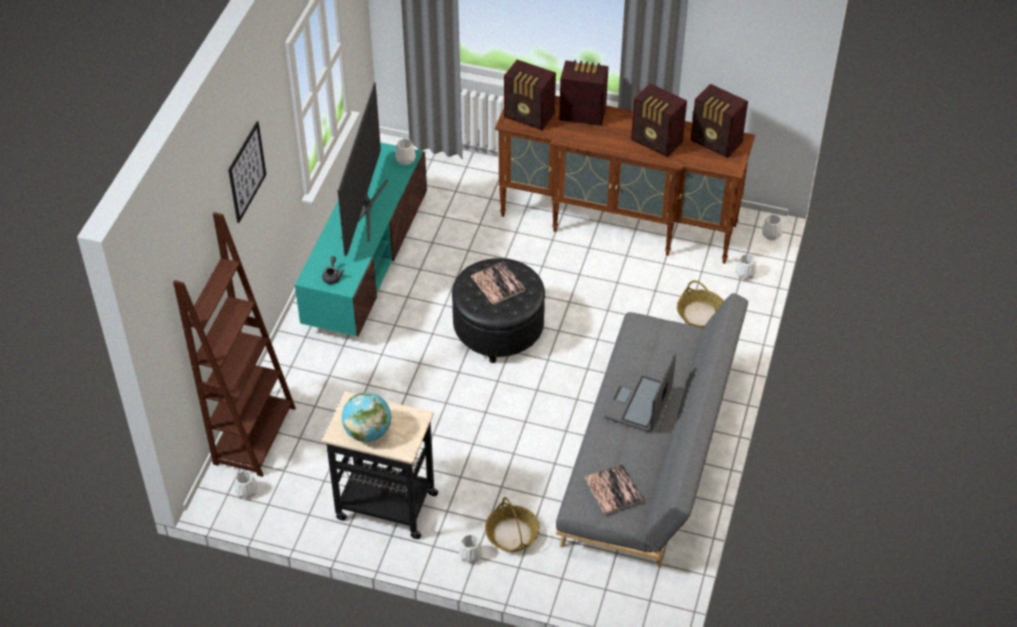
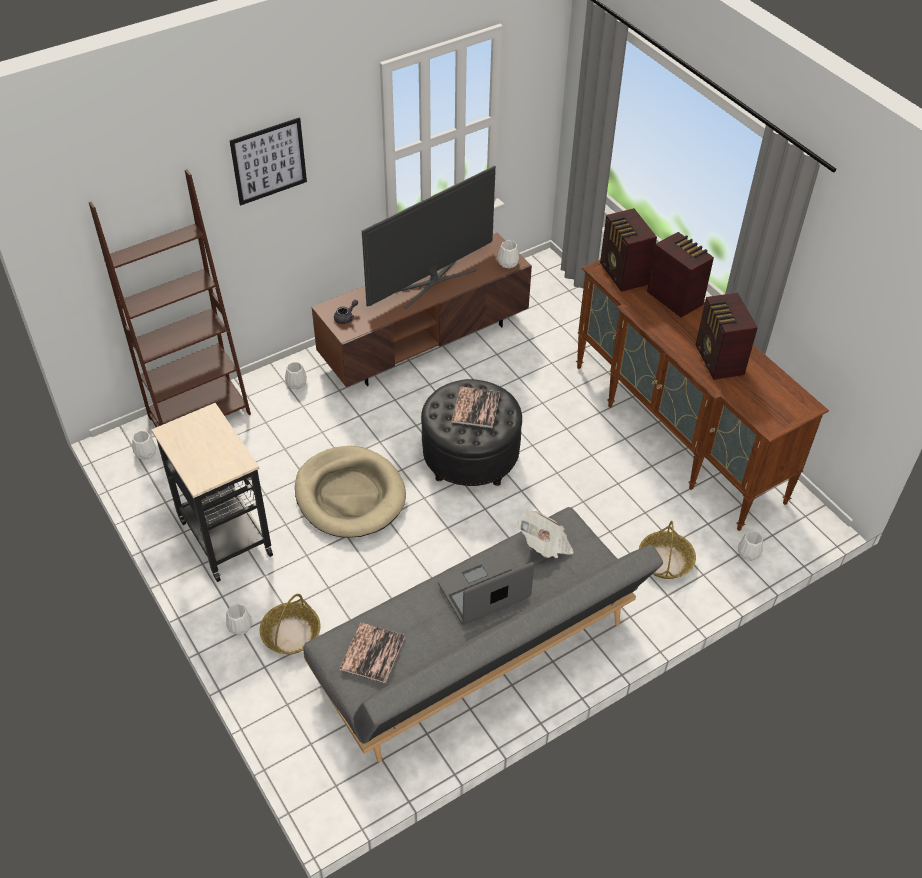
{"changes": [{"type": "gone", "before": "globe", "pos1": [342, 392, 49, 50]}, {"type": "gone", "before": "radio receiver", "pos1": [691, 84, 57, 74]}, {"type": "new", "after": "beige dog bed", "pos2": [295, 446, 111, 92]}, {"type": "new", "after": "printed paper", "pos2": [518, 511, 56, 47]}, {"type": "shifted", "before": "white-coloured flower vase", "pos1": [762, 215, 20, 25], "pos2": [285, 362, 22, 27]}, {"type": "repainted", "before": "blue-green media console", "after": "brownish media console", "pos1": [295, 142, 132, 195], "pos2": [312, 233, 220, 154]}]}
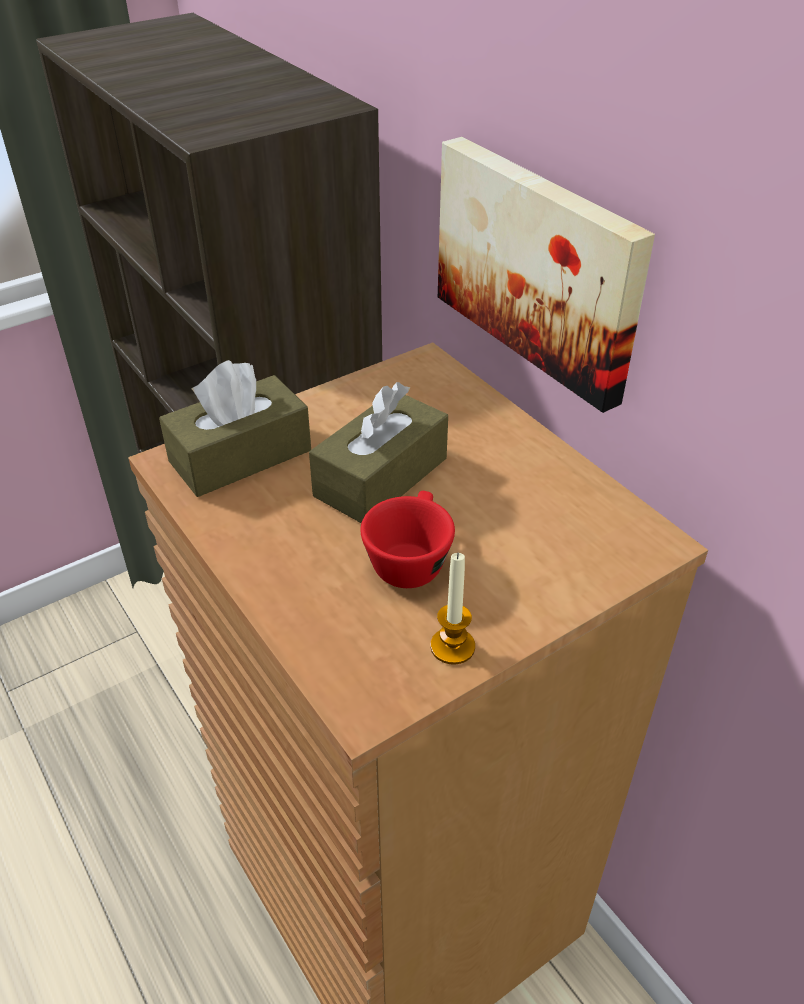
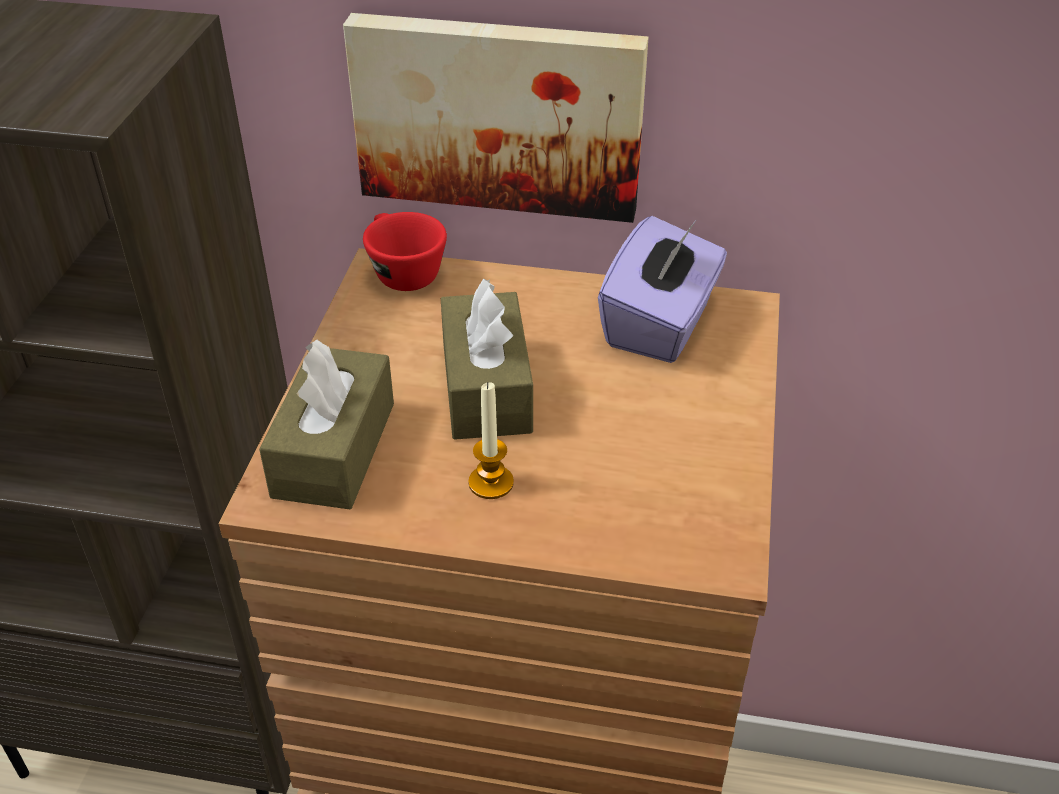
{"changes": [{"type": "new", "after": "purplish tissue box", "pos2": [598, 216, 129, 147]}, {"type": "shifted", "before": "red small cup", "pos1": [360, 491, 95, 97], "pos2": [363, 212, 84, 79]}, {"type": "shifted", "before": "candle", "pos1": [430, 553, 45, 112], "pos2": [468, 382, 46, 117]}]}
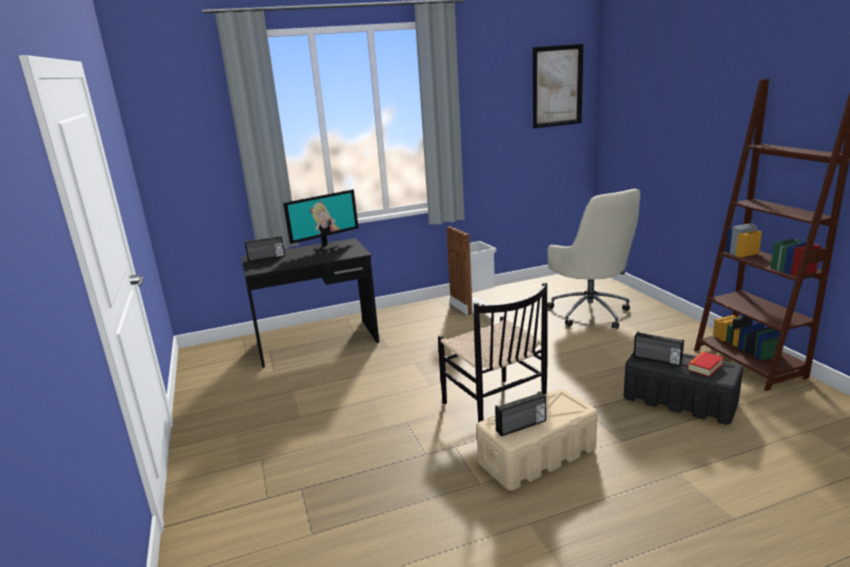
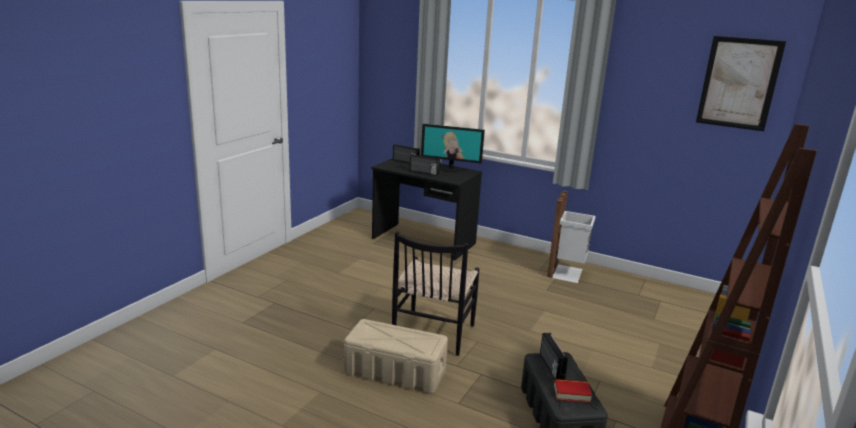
{"changes": [{"type": "gone", "before": "beige desk chair", "pos1": [547, 189, 93, 140]}, {"type": "shifted", "before": "radio receiver", "pos1": [495, 391, 51, 45], "pos2": [410, 154, 30, 22]}]}
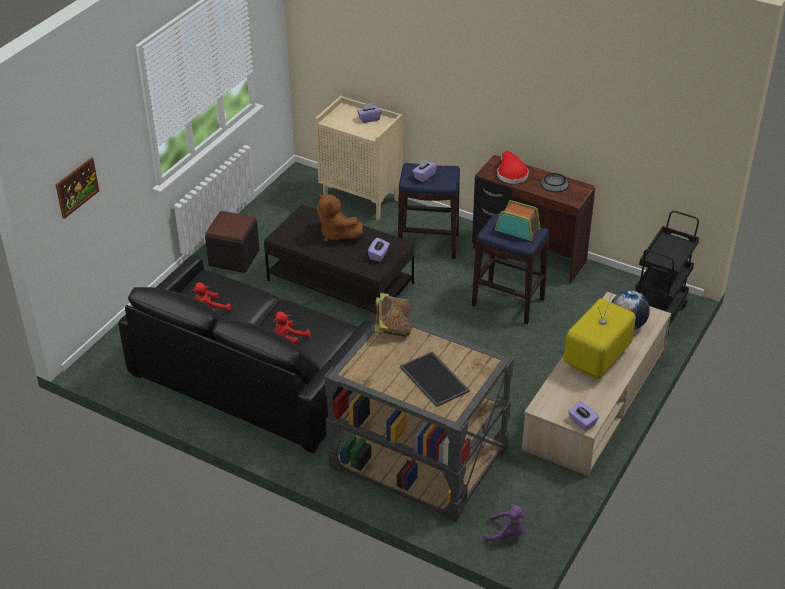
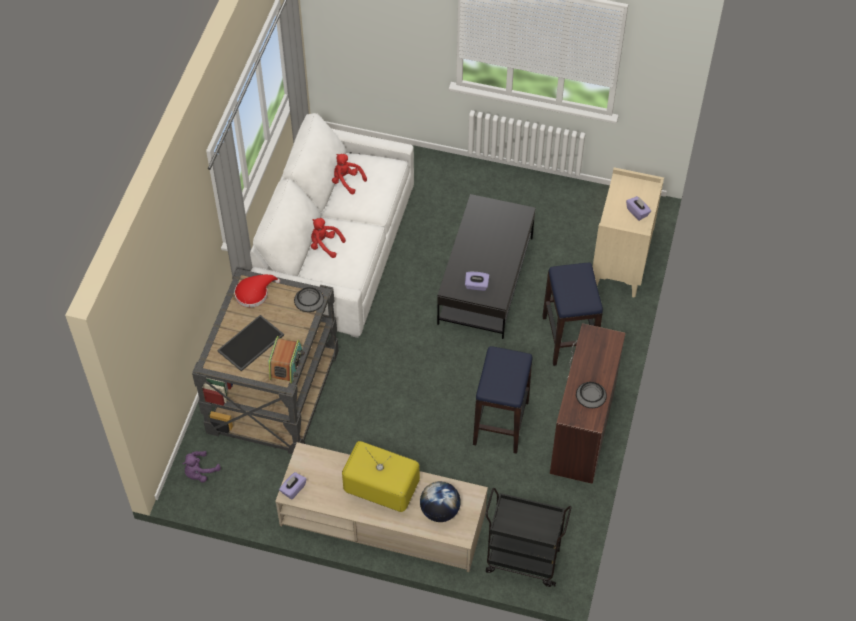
{"changes": [{"type": "gone", "before": "wall art", "pos1": [56, 157, 43, 62]}, {"type": "gone", "before": "black-coloured pouffe", "pos1": [205, 211, 55, 62]}, {"type": "gone", "before": "brownish plush toy", "pos1": [317, 193, 46, 49]}, {"type": "gone", "before": "purplish tissue box", "pos1": [412, 159, 25, 23]}, {"type": "shifted", "before": "radio receiver", "pos1": [495, 200, 46, 41], "pos2": [268, 336, 37, 48]}, {"type": "shifted", "before": "red hat", "pos1": [497, 151, 31, 33], "pos2": [234, 274, 46, 34]}, {"type": "swapped", "before": "bound book", "after": "serving bowl", "pos1": [375, 293, 36, 44], "pos2": [294, 287, 30, 25]}, {"type": "repainted", "before": "black-coloured sofa", "after": "white-coloured sofa", "pos1": [118, 255, 255, 199], "pos2": [250, 113, 164, 225]}, {"type": "rotated", "before": "purplish plush toy", "pos1": [484, 505, 41, 37], "pos2": [183, 451, 38, 32], "turn": 45}]}
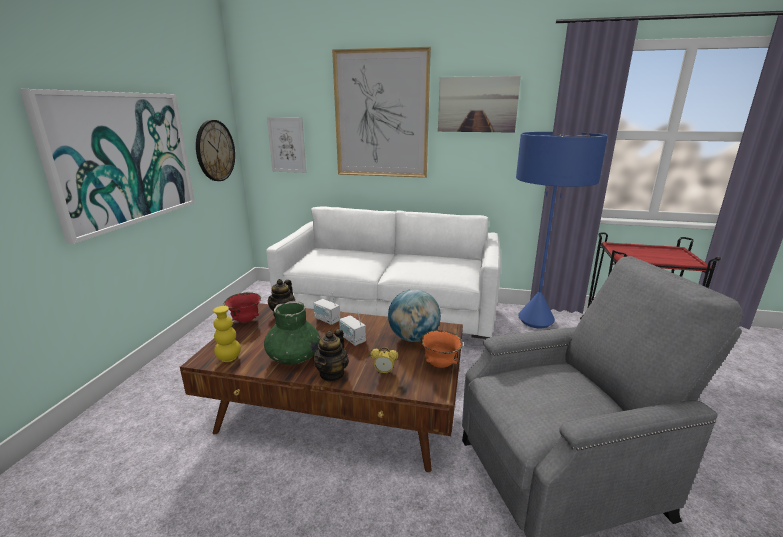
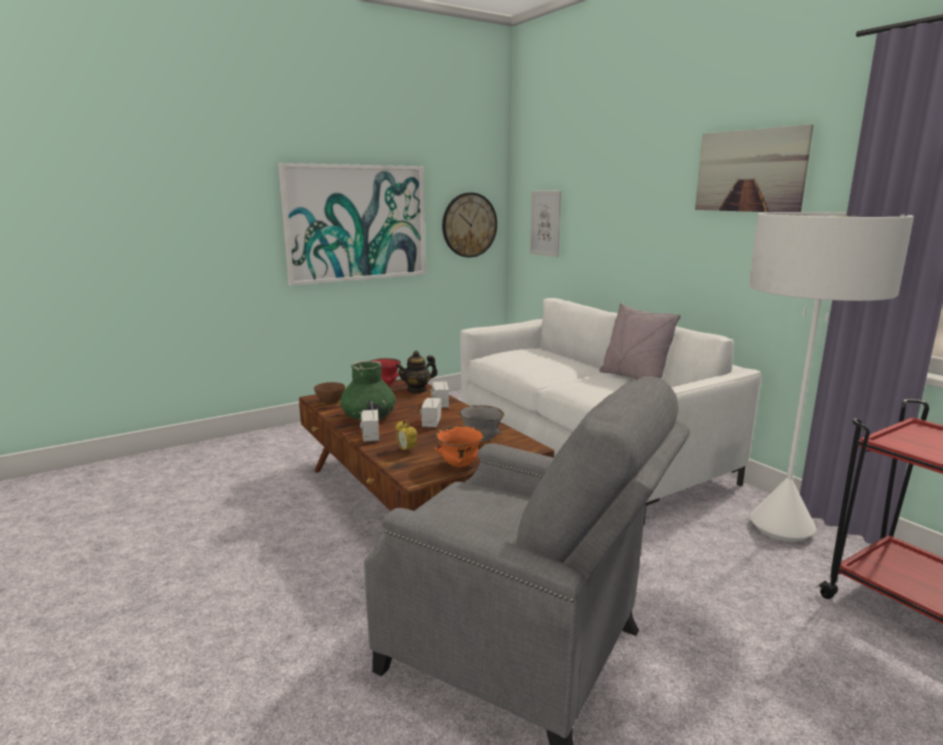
{"changes": [{"type": "gone", "before": "wall art", "pos1": [332, 47, 99, 131]}, {"type": "new", "after": "purplish throw pillow", "pos2": [599, 303, 82, 77]}, {"type": "swapped", "before": "yellow flower vase", "after": "brownish serving bowl", "pos1": [213, 306, 28, 56], "pos2": [314, 382, 31, 22]}, {"type": "swapped", "before": "teapot", "after": "radio receiver", "pos1": [313, 329, 36, 53], "pos2": [360, 401, 19, 41]}, {"type": "swapped", "before": "globe", "after": "gray serving bowl", "pos1": [388, 289, 53, 53], "pos2": [459, 405, 45, 37]}, {"type": "repainted", "before": "blue-coloured standing lamp", "after": "white-coloured standing lamp", "pos1": [516, 132, 92, 196], "pos2": [749, 212, 165, 330]}]}
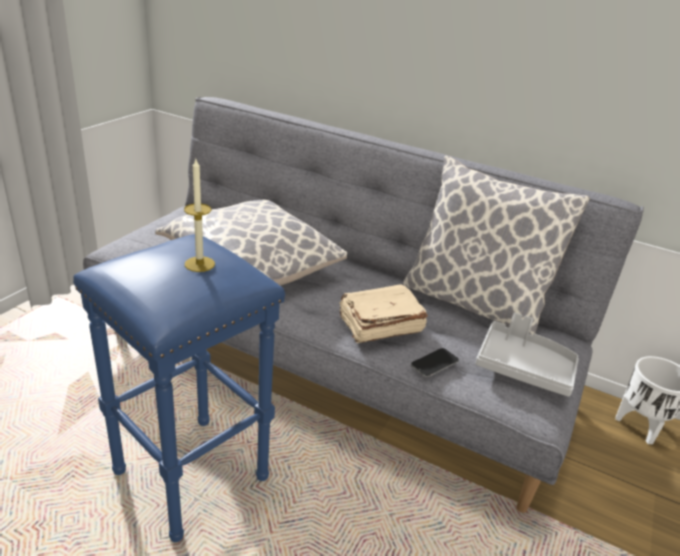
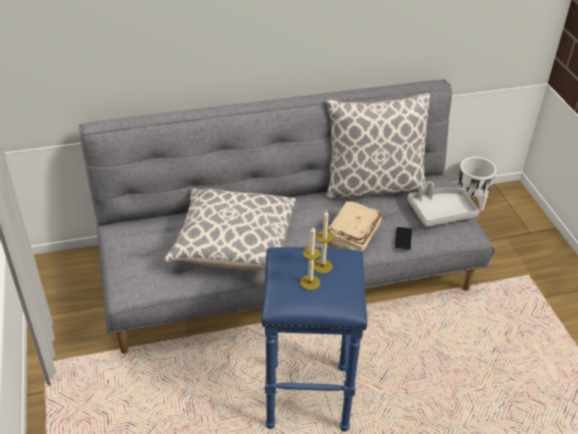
{"changes": [{"type": "new", "after": "candle", "pos2": [300, 227, 21, 63]}]}
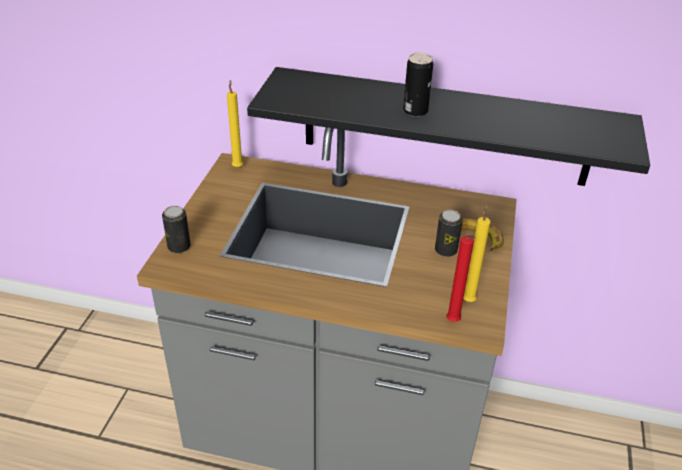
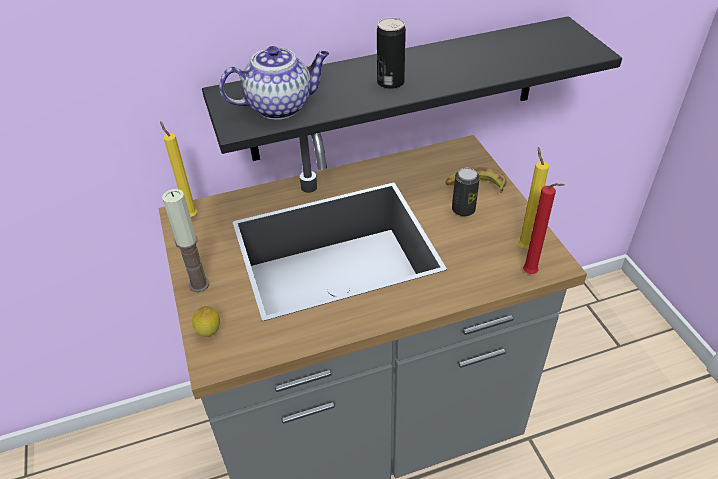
{"changes": [{"type": "new", "after": "candle", "pos2": [162, 189, 47, 103]}, {"type": "new", "after": "teapot", "pos2": [219, 46, 110, 74]}, {"type": "swapped", "before": "metal can", "after": "lemon", "pos1": [162, 206, 29, 47], "pos2": [192, 306, 28, 31]}]}
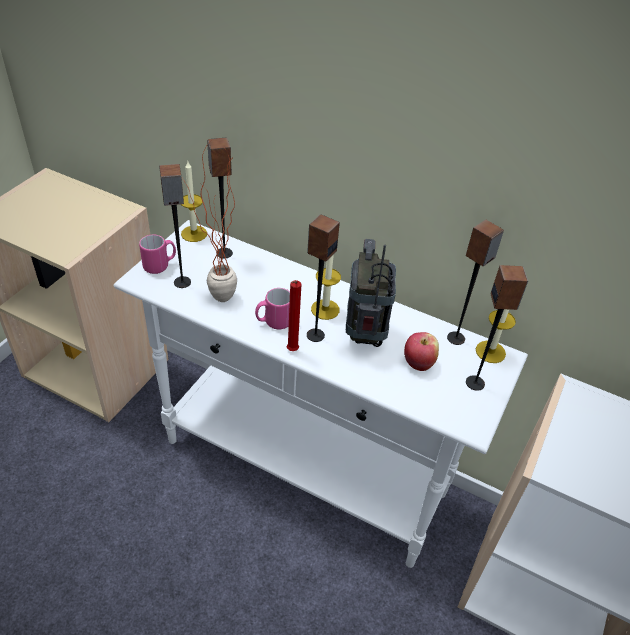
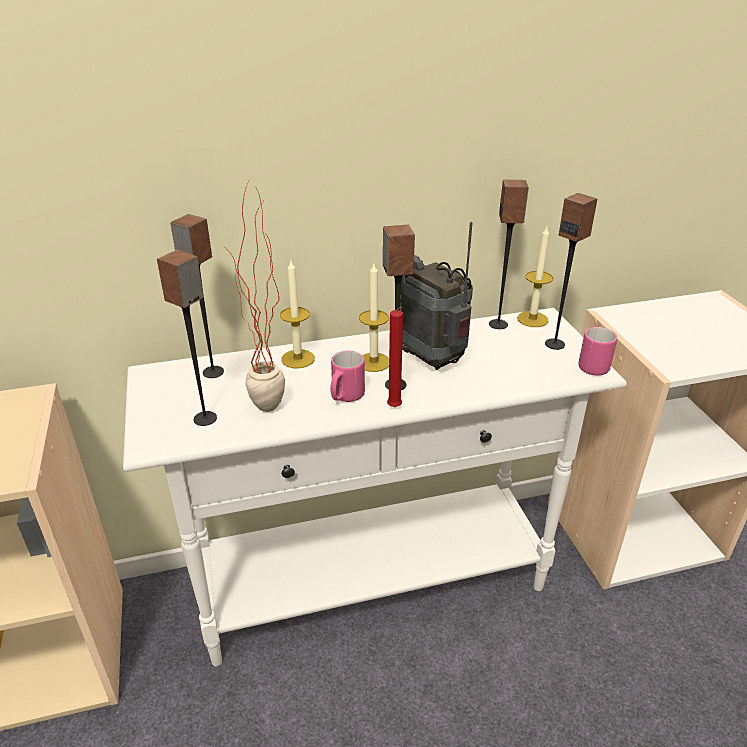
{"changes": [{"type": "gone", "before": "apple", "pos1": [404, 332, 35, 39]}, {"type": "shifted", "before": "pink-coloured mug", "pos1": [139, 235, 37, 39], "pos2": [578, 327, 39, 49]}, {"type": "shifted", "before": "candle", "pos1": [181, 162, 26, 80], "pos2": [280, 261, 35, 107]}]}
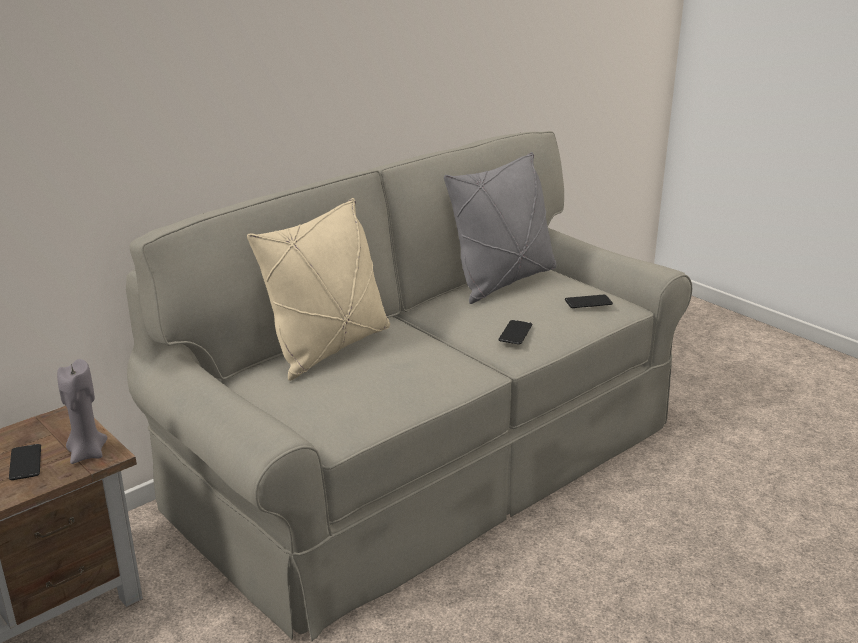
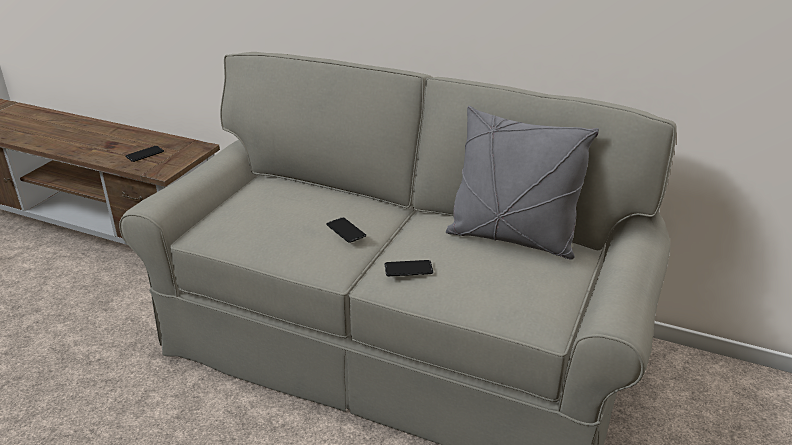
{"changes": [{"type": "gone", "before": "gray candle", "pos1": [57, 359, 50, 105]}, {"type": "gone", "before": "beige throw pillow", "pos1": [247, 198, 143, 183]}, {"type": "shifted", "before": "telephone", "pos1": [565, 295, 48, 13], "pos2": [326, 217, 40, 26]}]}
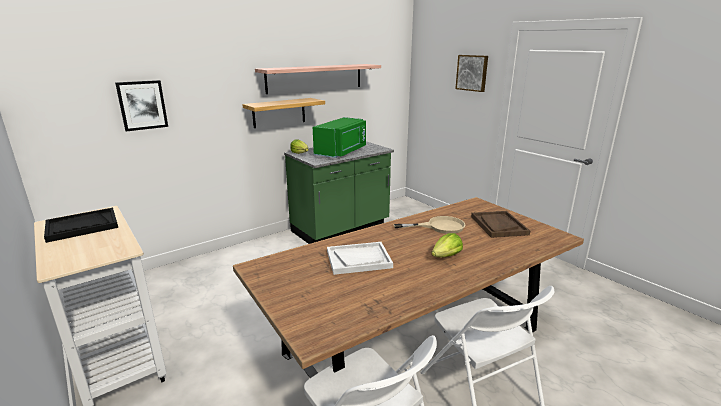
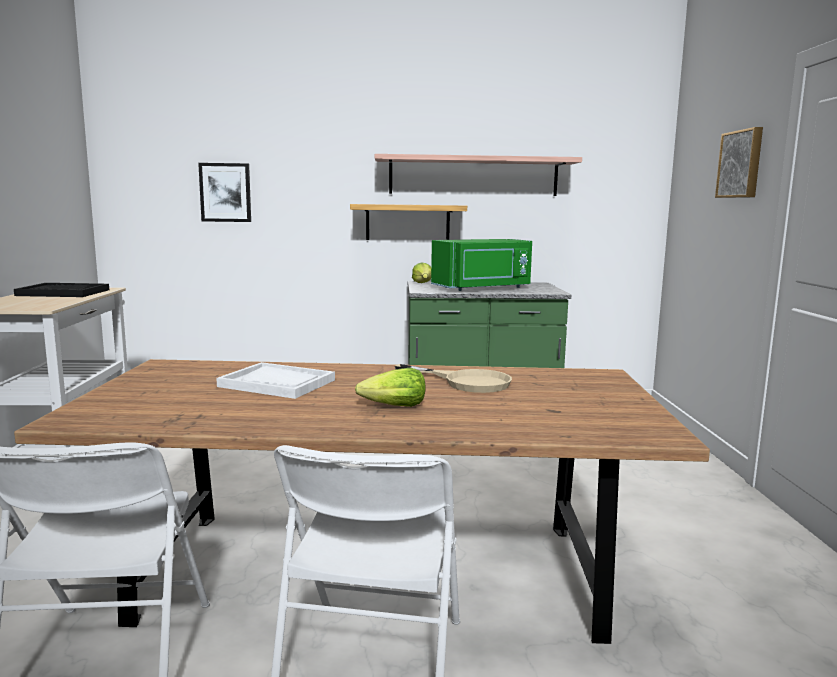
{"changes": [{"type": "gone", "before": "brownish serving tray", "pos1": [471, 211, 59, 27]}]}
